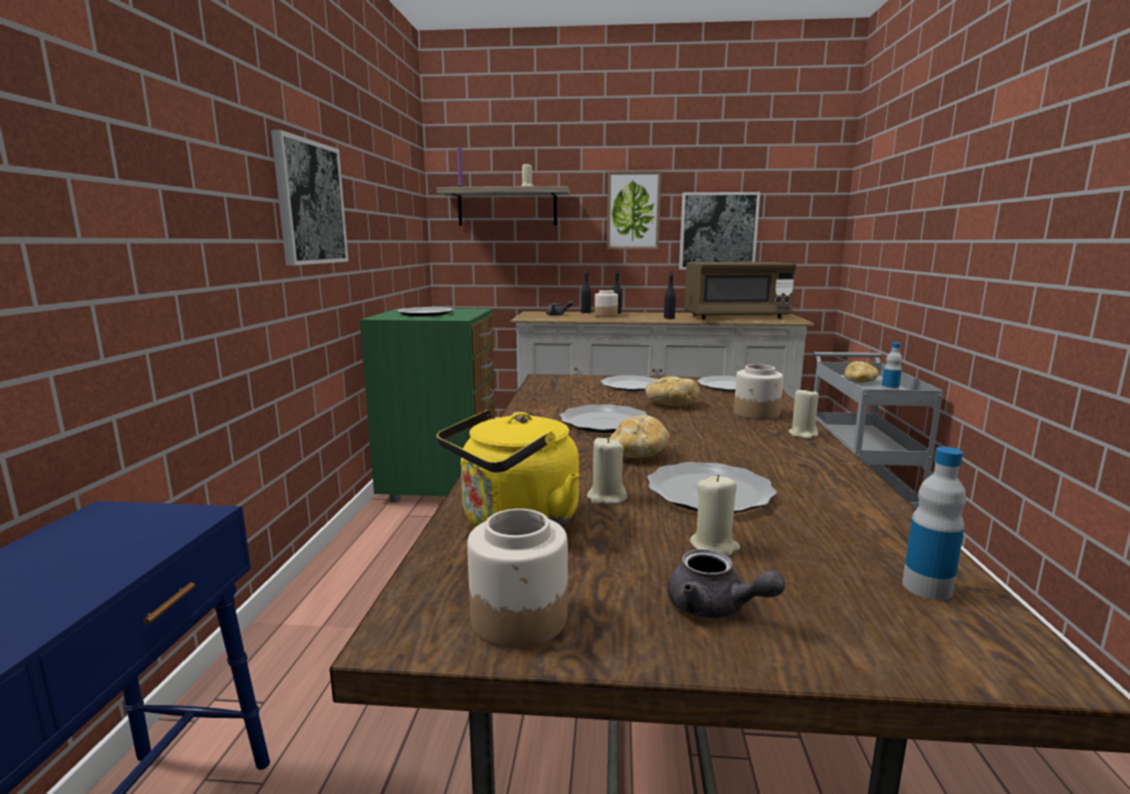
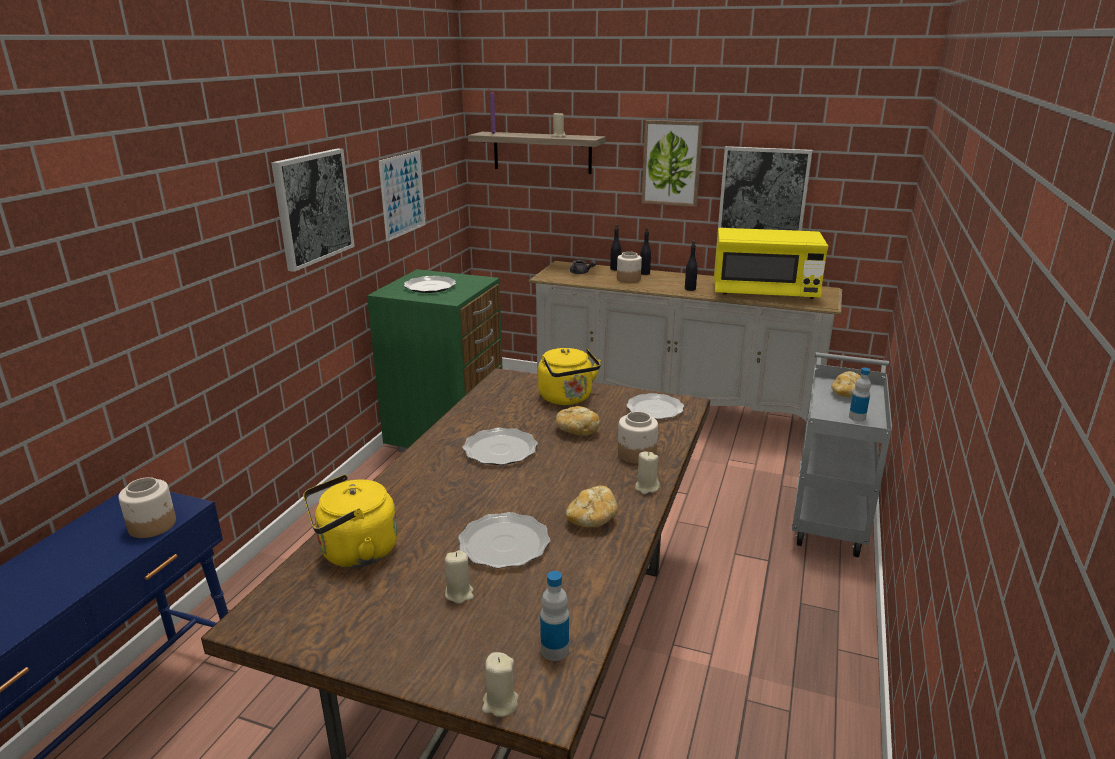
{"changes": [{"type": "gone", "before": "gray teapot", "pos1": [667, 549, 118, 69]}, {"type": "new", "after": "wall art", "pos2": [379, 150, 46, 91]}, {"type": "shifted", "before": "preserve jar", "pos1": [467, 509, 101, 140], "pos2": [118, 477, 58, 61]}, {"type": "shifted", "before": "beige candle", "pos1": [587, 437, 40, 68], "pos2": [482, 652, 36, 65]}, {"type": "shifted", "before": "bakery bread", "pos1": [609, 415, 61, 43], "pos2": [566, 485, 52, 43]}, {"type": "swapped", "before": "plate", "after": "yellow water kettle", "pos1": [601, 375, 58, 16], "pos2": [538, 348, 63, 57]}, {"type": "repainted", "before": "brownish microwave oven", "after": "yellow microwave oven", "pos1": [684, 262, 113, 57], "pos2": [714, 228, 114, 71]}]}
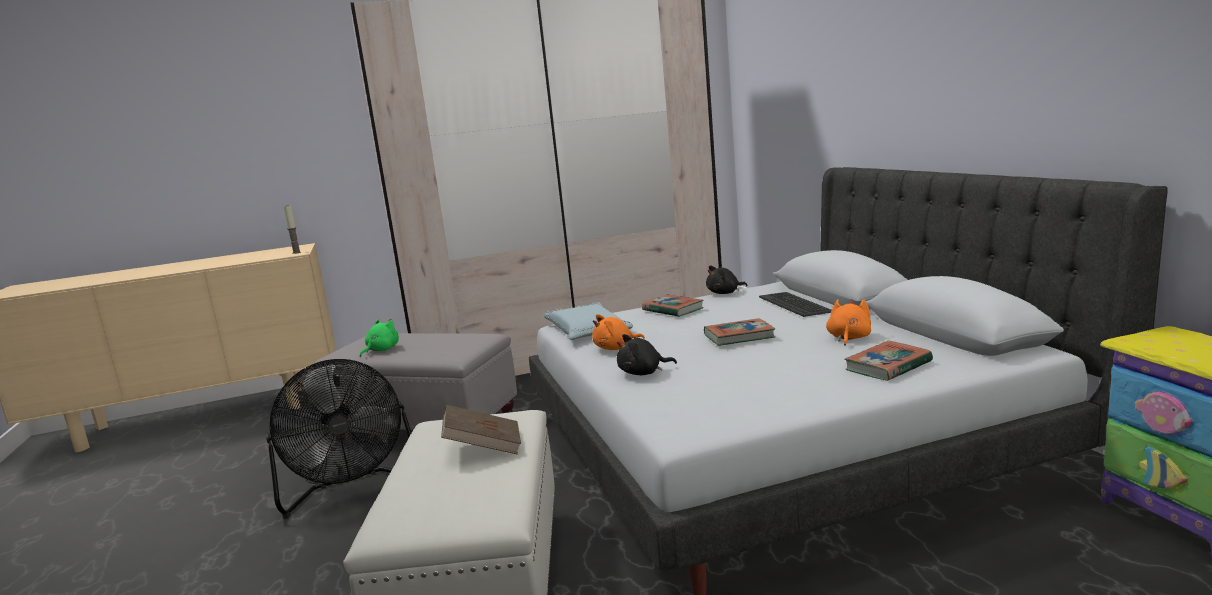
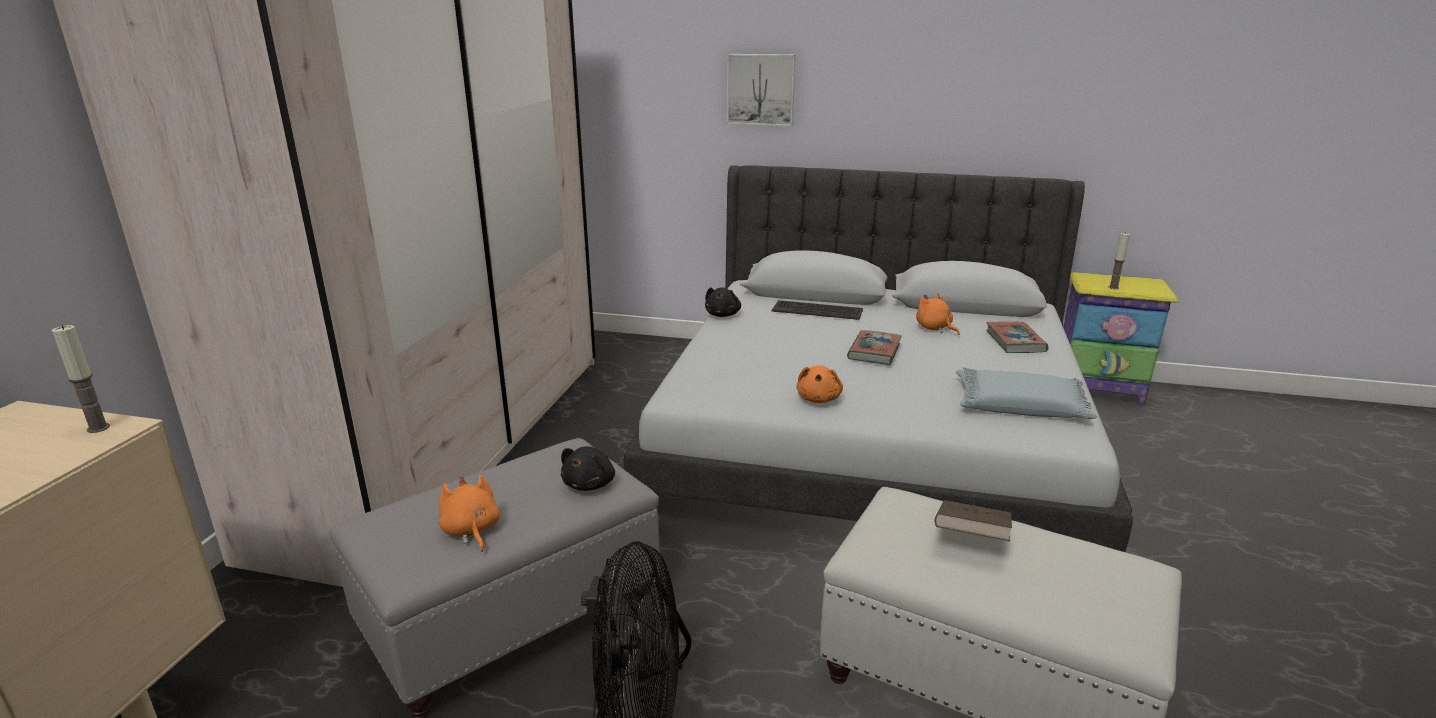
{"changes": [{"type": "gone", "before": "bound book", "pos1": [642, 295, 62, 22]}, {"type": "new", "after": "wall art", "pos2": [727, 54, 69, 72]}, {"type": "new", "after": "candle", "pos2": [1109, 232, 21, 57]}, {"type": "shifted", "before": "blue-coloured throw pillow", "pos1": [543, 302, 90, 38], "pos2": [956, 368, 141, 51]}, {"type": "shifted", "before": "black-coloured plush toy", "pos1": [617, 334, 60, 41], "pos2": [561, 446, 54, 45]}, {"type": "repainted", "before": "greenish plush toy", "after": "orange plush toy", "pos1": [360, 319, 39, 37], "pos2": [439, 475, 61, 77]}]}
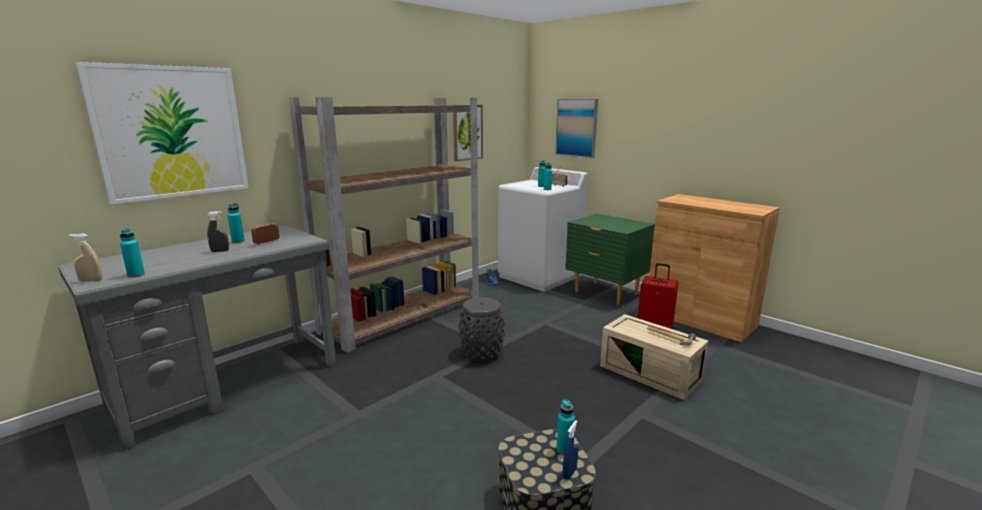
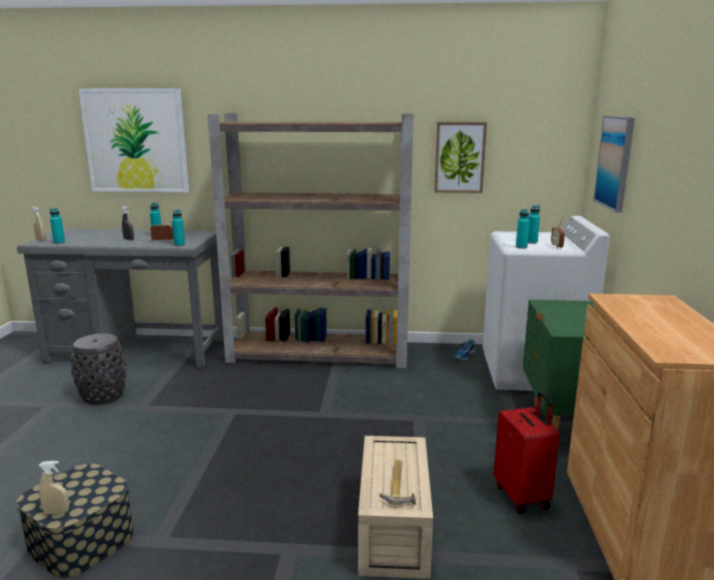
{"changes": [{"type": "shifted", "before": "gray sitting stool", "pos1": [459, 297, 46, 65], "pos2": [71, 333, 56, 72]}, {"type": "shifted", "before": "blue-green beverage bottle", "pos1": [557, 399, 18, 56], "pos2": [172, 209, 13, 37]}, {"type": "repainted", "before": "blue-coloured sprayer", "after": "beige sprayer", "pos1": [563, 420, 15, 60], "pos2": [39, 461, 30, 54]}]}
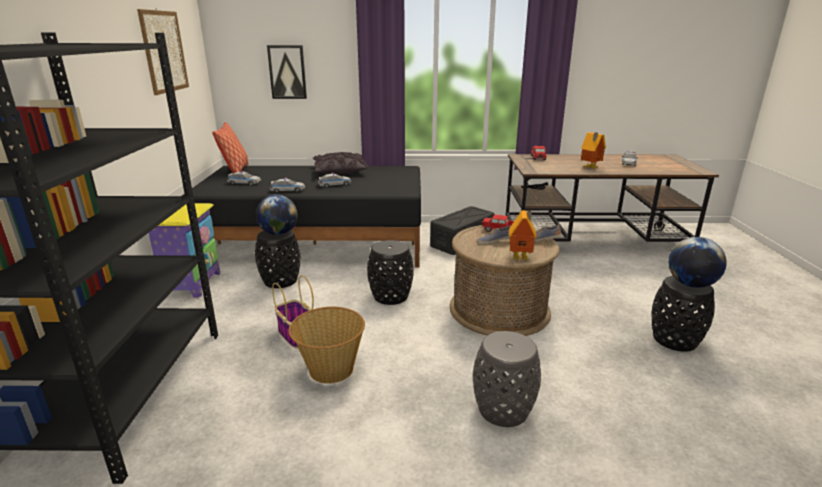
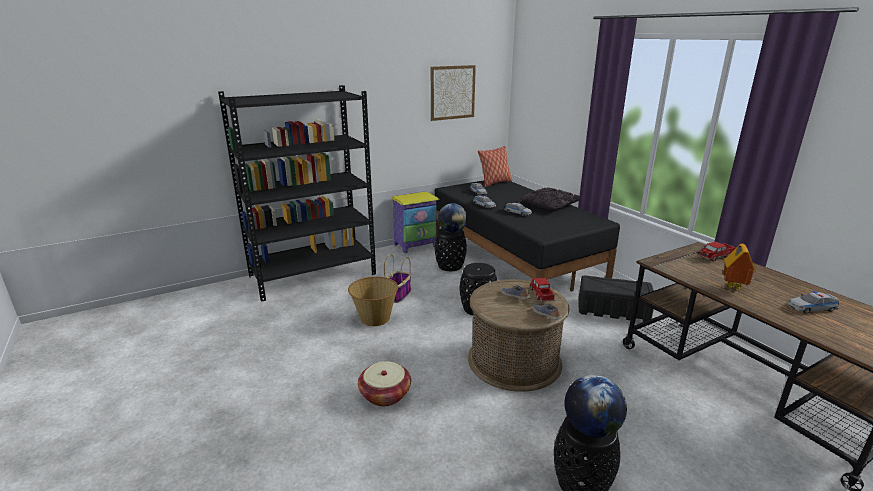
{"changes": [{"type": "gone", "before": "wall art", "pos1": [267, 45, 40, 54]}, {"type": "gone", "before": "miniature house", "pos1": [509, 210, 28, 50]}, {"type": "swapped", "before": "gray sitting stool", "after": "household basket", "pos1": [473, 331, 68, 96], "pos2": [358, 361, 53, 45]}]}
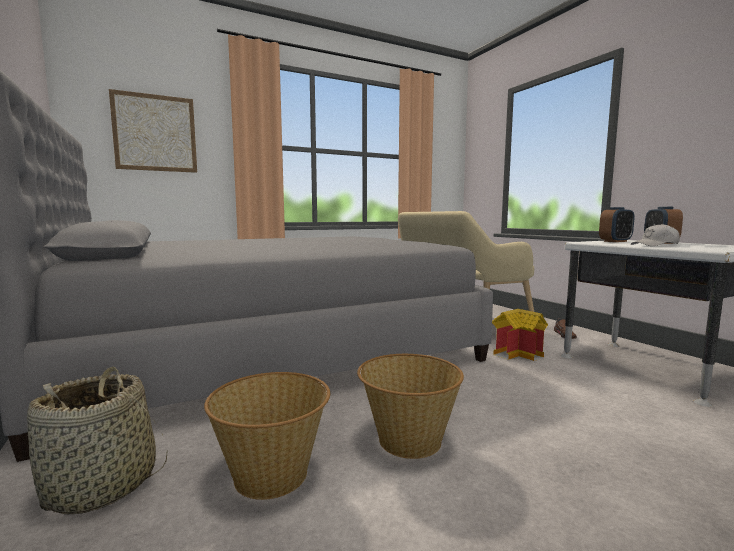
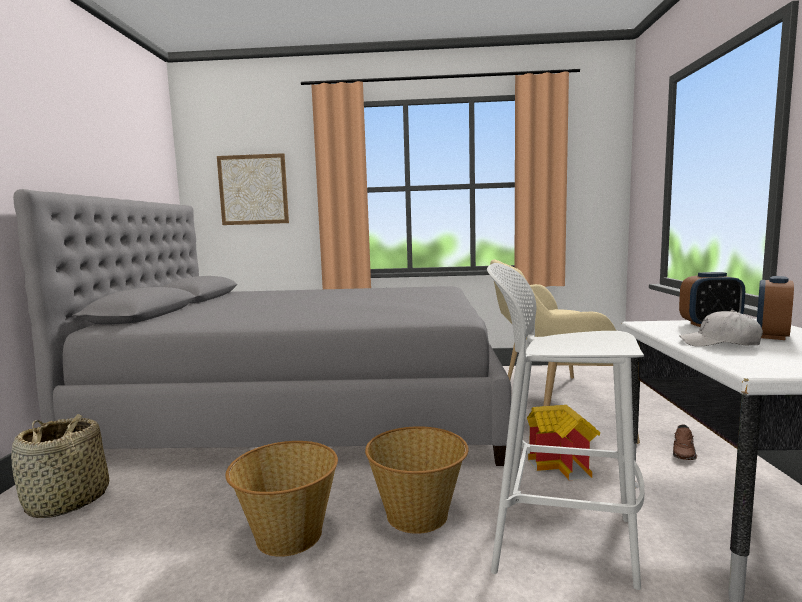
{"changes": [{"type": "new", "after": "white-coloured sitting stool", "pos2": [487, 263, 158, 327]}, {"type": "shifted", "before": "household basket", "pos1": [204, 372, 126, 128], "pos2": [365, 426, 103, 108]}]}
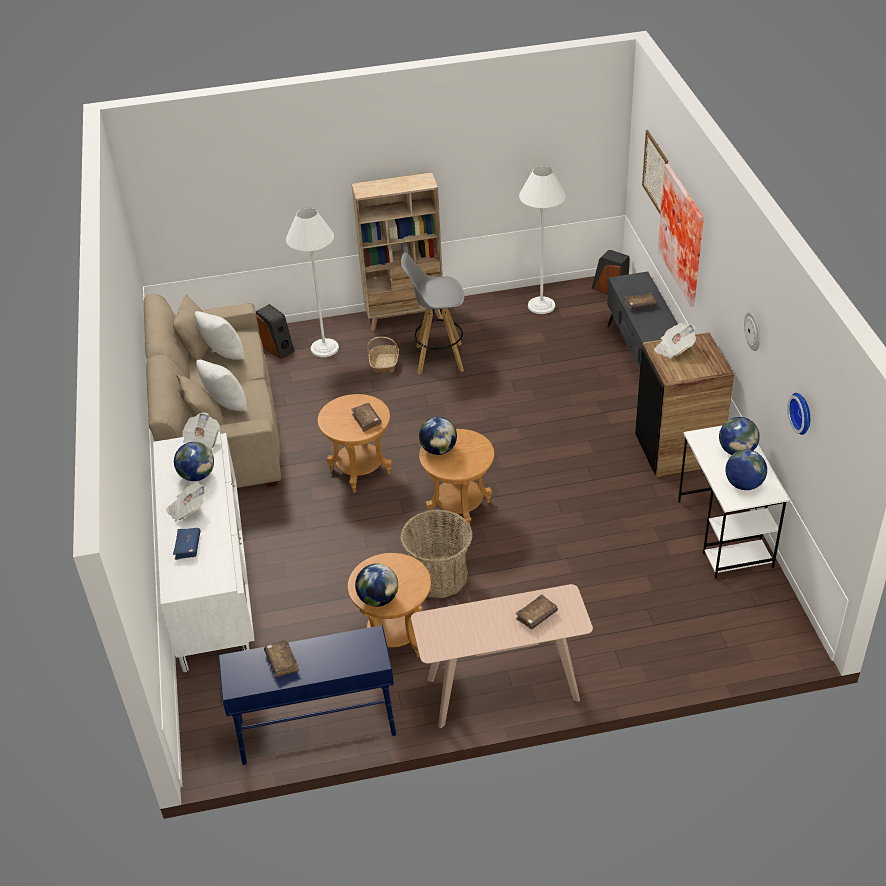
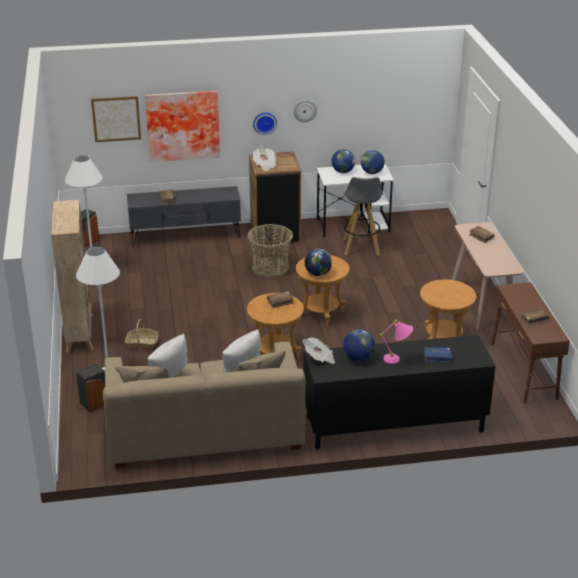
{"changes": [{"type": "gone", "before": "globe", "pos1": [355, 564, 43, 43]}, {"type": "shifted", "before": "household basket", "pos1": [400, 510, 73, 88], "pos2": [247, 224, 46, 54]}, {"type": "shifted", "before": "gray sitting stool", "pos1": [401, 253, 64, 121], "pos2": [343, 177, 40, 79]}, {"type": "shifted", "before": "hanging clock", "pos1": [787, 393, 23, 42], "pos2": [253, 113, 24, 22]}, {"type": "swapped", "before": "printed paper", "after": "pink-coloured tabletop lamp", "pos1": [166, 482, 41, 40], "pos2": [380, 320, 33, 44]}, {"type": "repainted", "before": "white-coloured storage cabinet", "after": "black-coloured storage cabinet", "pos1": [153, 431, 102, 241], "pos2": [303, 335, 192, 115]}, {"type": "repainted", "before": "blue-coloured narrow table", "after": "brownish narrow table", "pos1": [219, 625, 177, 140], "pos2": [491, 282, 79, 121]}]}
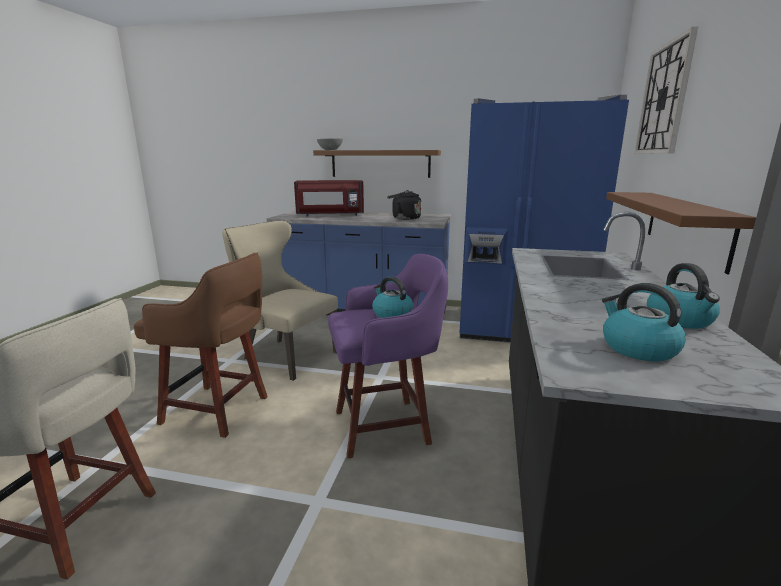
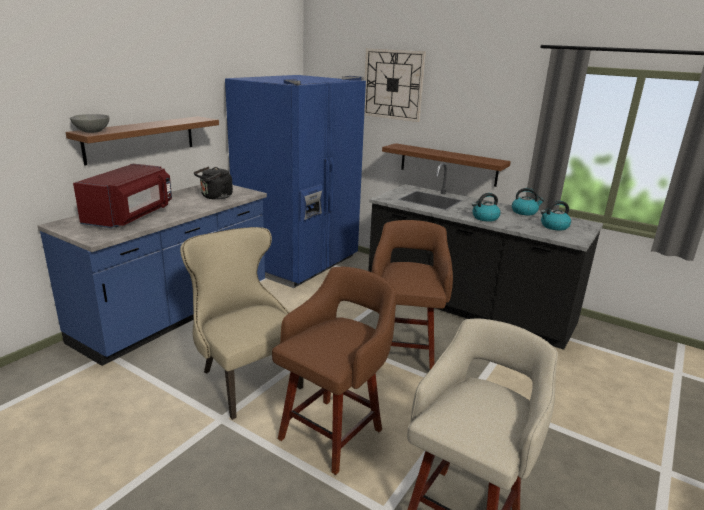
{"changes": [{"type": "shifted", "before": "water kettle", "pos1": [372, 276, 41, 42], "pos2": [472, 193, 28, 29]}, {"type": "repainted", "before": "purplish sitting stool", "after": "brownish sitting stool", "pos1": [328, 254, 120, 204], "pos2": [371, 220, 82, 150]}, {"type": "rotated", "before": "beige plain chair", "pos1": [222, 221, 116, 160], "pos2": [180, 227, 123, 193], "turn": 90}]}
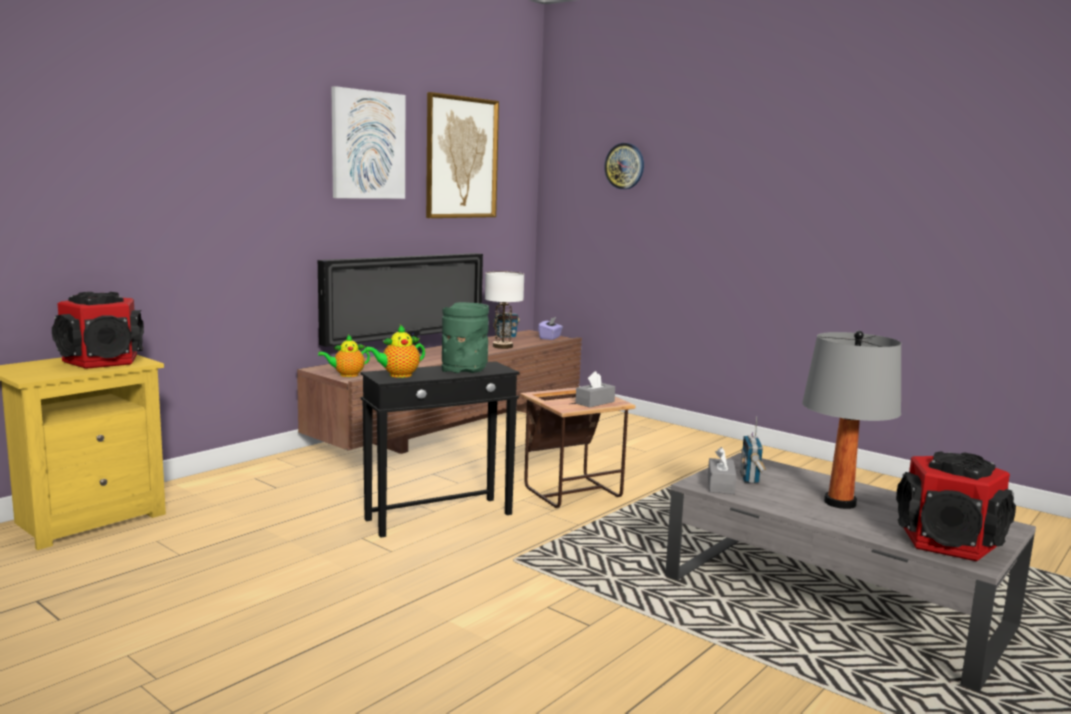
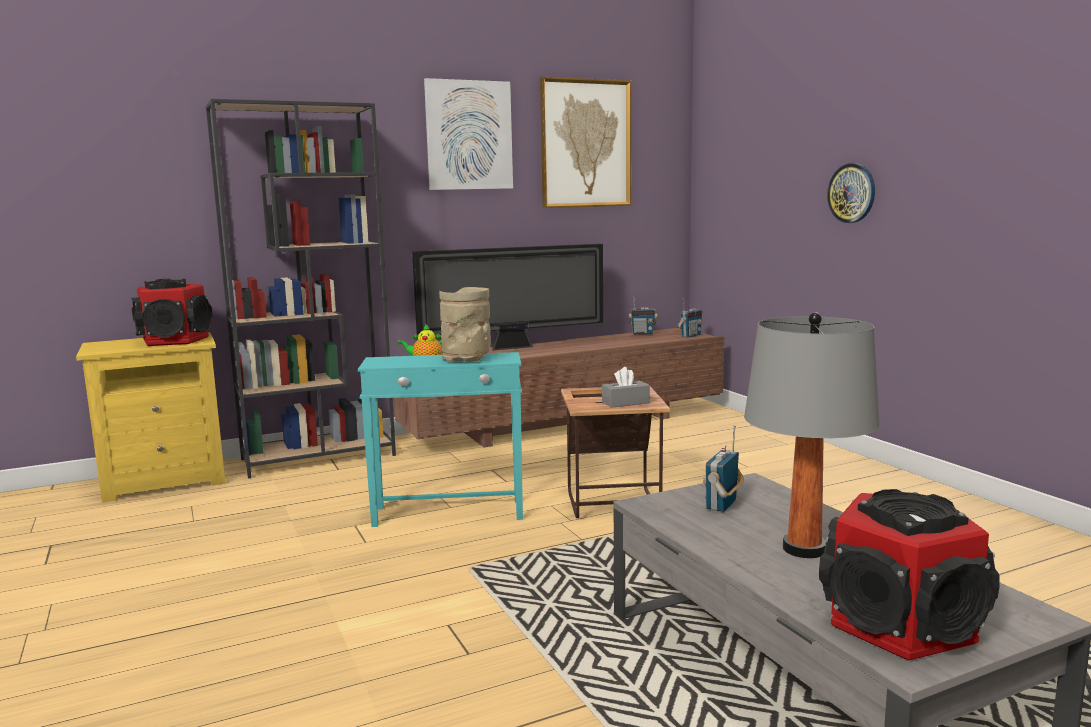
{"changes": [{"type": "gone", "before": "teapot", "pos1": [364, 325, 61, 53]}, {"type": "gone", "before": "tabletop lamp", "pos1": [485, 271, 39, 78]}, {"type": "gone", "before": "gray tissue box", "pos1": [708, 447, 28, 47]}, {"type": "new", "after": "bookshelf", "pos2": [206, 99, 190, 380]}, {"type": "shifted", "before": "hanging clock", "pos1": [604, 143, 40, 46], "pos2": [827, 163, 48, 60]}, {"type": "swapped", "before": "purplish tissue box", "after": "radio receiver", "pos1": [538, 317, 25, 23], "pos2": [678, 298, 24, 39]}, {"type": "repainted", "before": "black-coloured end table", "after": "blue-green end table", "pos1": [360, 361, 160, 177], "pos2": [358, 352, 165, 175]}, {"type": "repainted", "before": "greenish flower vase", "after": "beige flower vase", "pos1": [442, 302, 47, 71], "pos2": [439, 287, 52, 75]}]}
